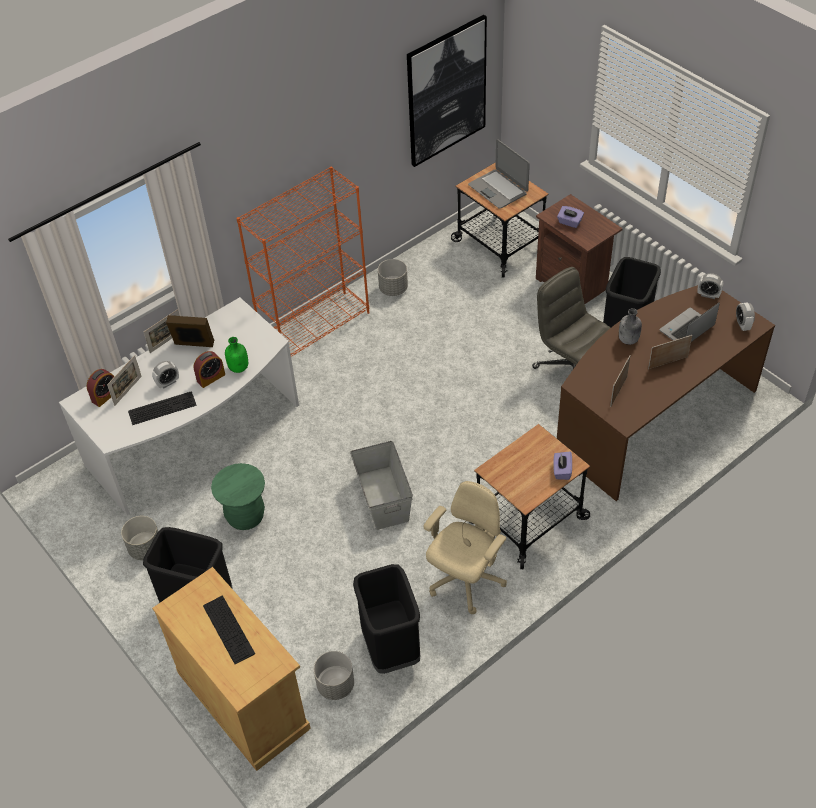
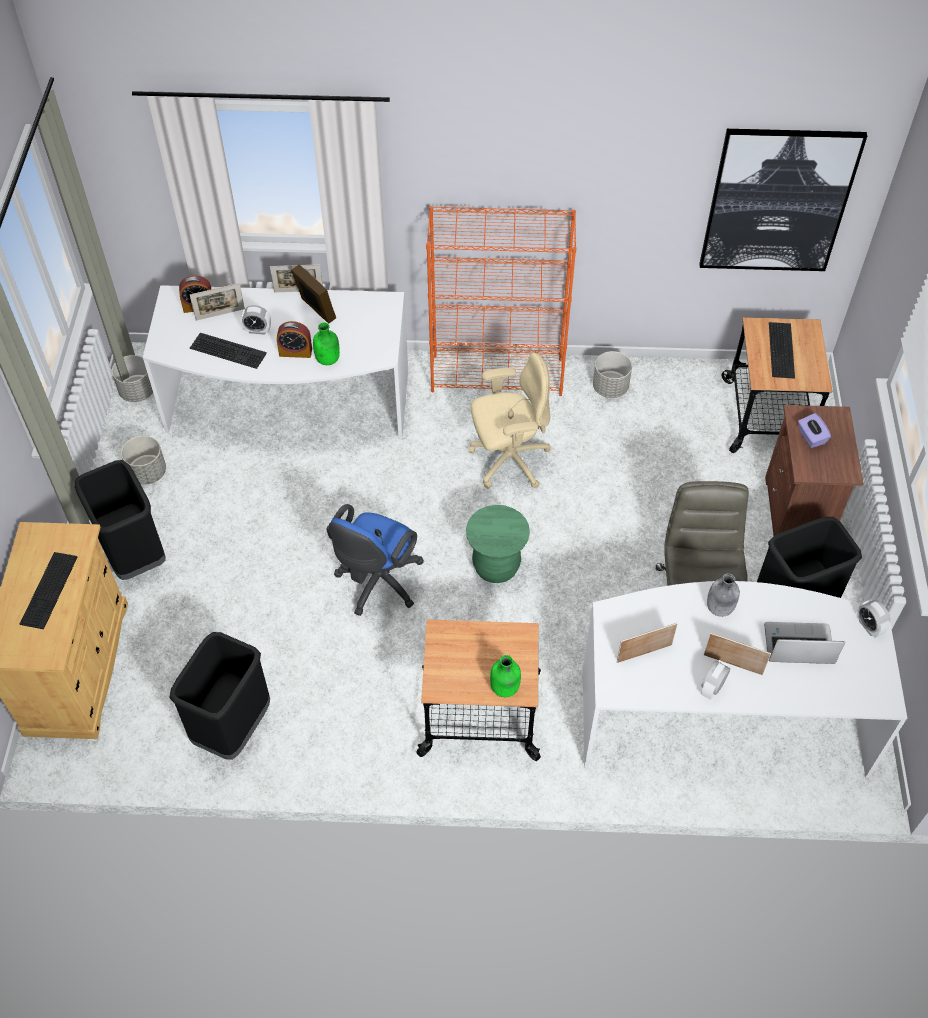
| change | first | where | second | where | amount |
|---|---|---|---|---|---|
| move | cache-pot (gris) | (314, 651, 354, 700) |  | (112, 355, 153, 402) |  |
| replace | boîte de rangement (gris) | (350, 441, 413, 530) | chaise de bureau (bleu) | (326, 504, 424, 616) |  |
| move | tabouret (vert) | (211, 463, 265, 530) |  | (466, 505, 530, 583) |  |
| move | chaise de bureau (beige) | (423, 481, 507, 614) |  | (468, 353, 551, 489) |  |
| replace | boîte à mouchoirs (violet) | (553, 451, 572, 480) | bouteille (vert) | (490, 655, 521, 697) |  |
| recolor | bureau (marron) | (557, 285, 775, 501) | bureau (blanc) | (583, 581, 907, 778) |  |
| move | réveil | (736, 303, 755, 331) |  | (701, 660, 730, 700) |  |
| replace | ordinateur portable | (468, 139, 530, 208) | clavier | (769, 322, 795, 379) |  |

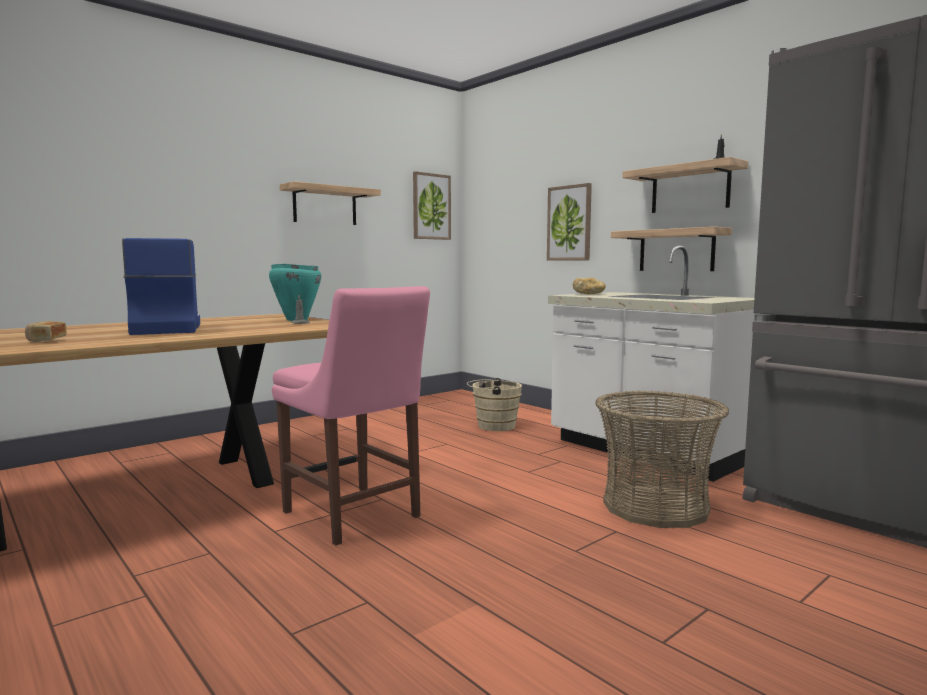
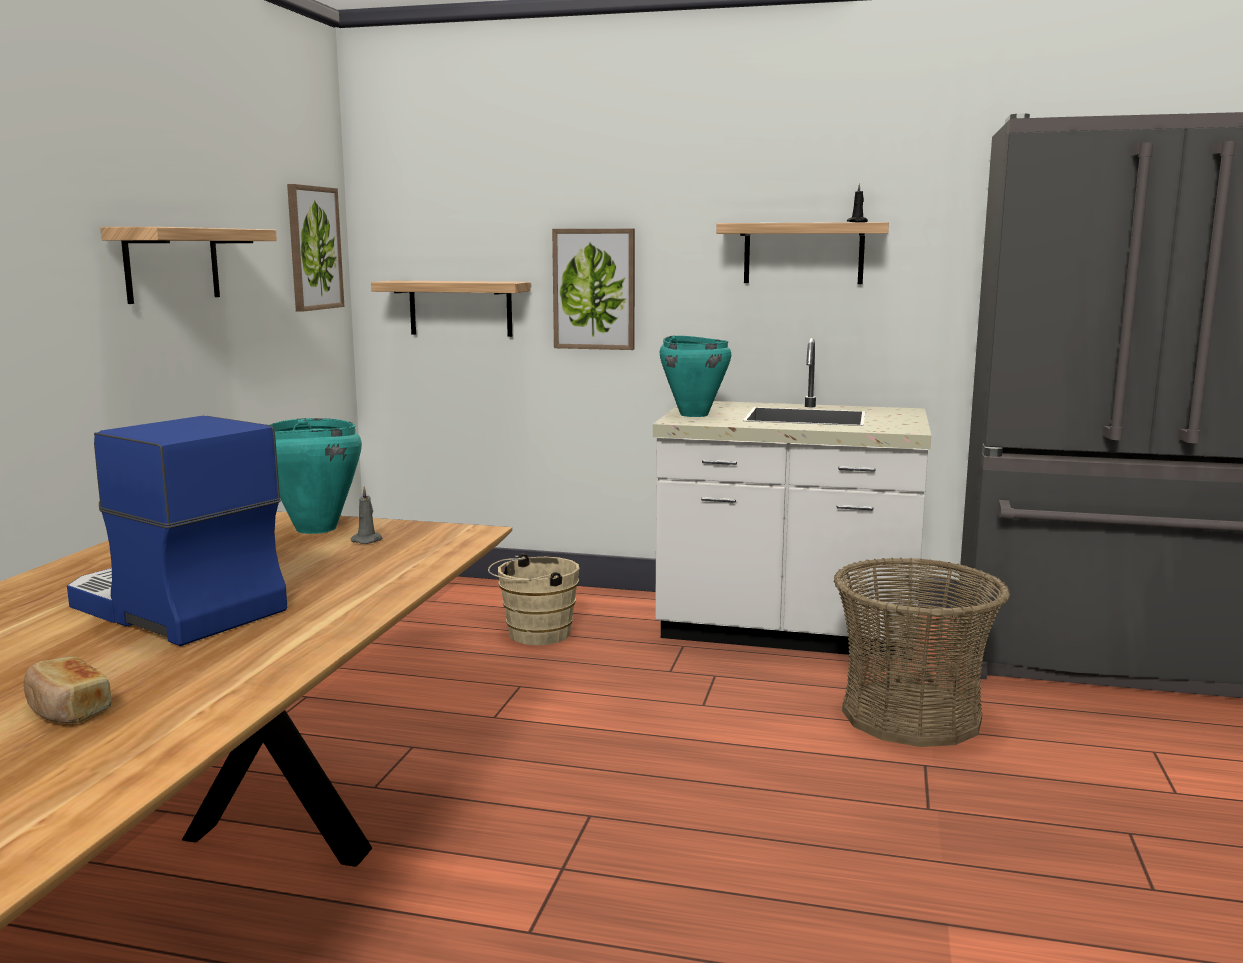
| change | first | where | second | where | amount |
|---|---|---|---|---|---|
| move | étagère | (611, 226, 732, 271) |  | (371, 281, 531, 337) |  |
| replace | pain | (573, 278, 606, 294) | marmite (turquoise) | (660, 335, 731, 417) |  |
| delete | chaise (rose) | (272, 286, 430, 545) |  |  |  |

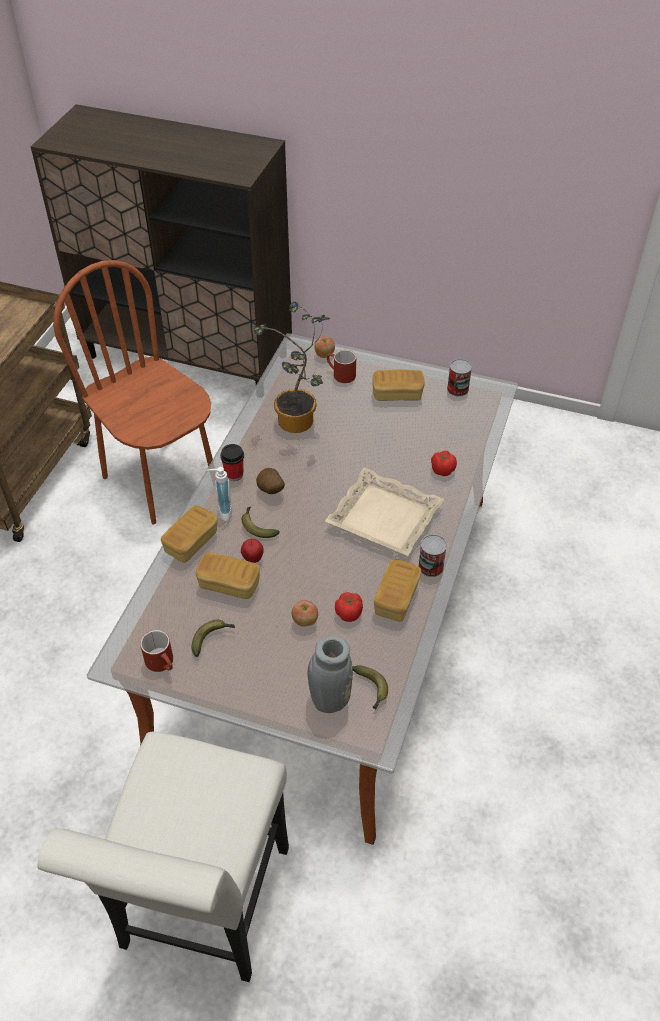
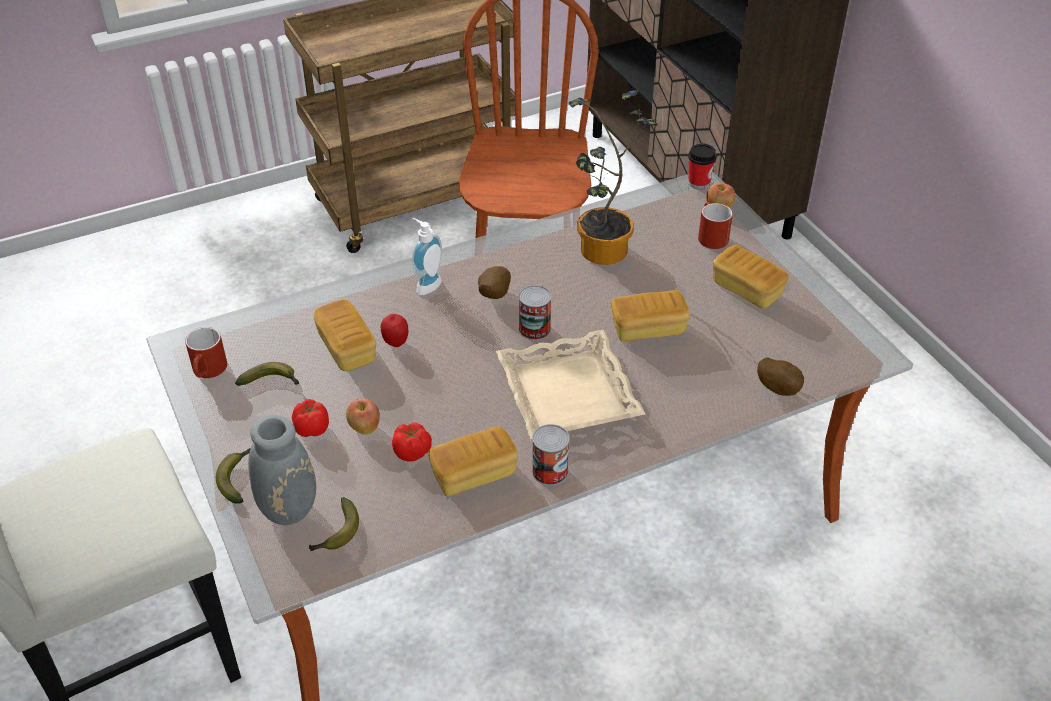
| change | first | where | second | where | amount |
|---|---|---|---|---|---|
| move | banane | (241, 507, 280, 538) |  | (216, 448, 251, 503) |  |
| move | tomate | (431, 451, 457, 476) |  | (292, 399, 329, 437) |  |
| move | boîte métallique | (447, 359, 472, 397) |  | (519, 285, 552, 340) |  |
| move | pain | (161, 505, 218, 563) |  | (611, 290, 690, 342) |  |
| move | tasse | (220, 444, 244, 481) |  | (688, 143, 717, 189) |  |
| insert |  |  | pomme de terre | (757, 357, 804, 396) |  |

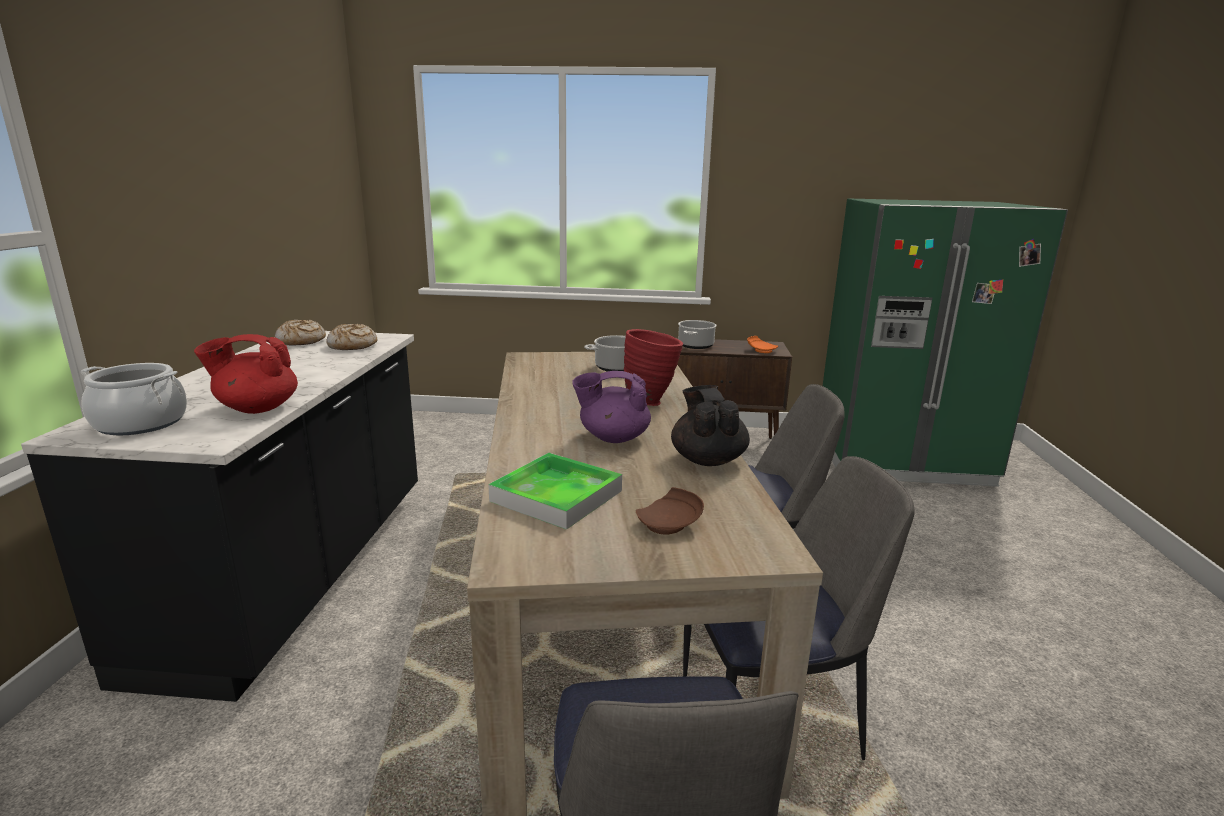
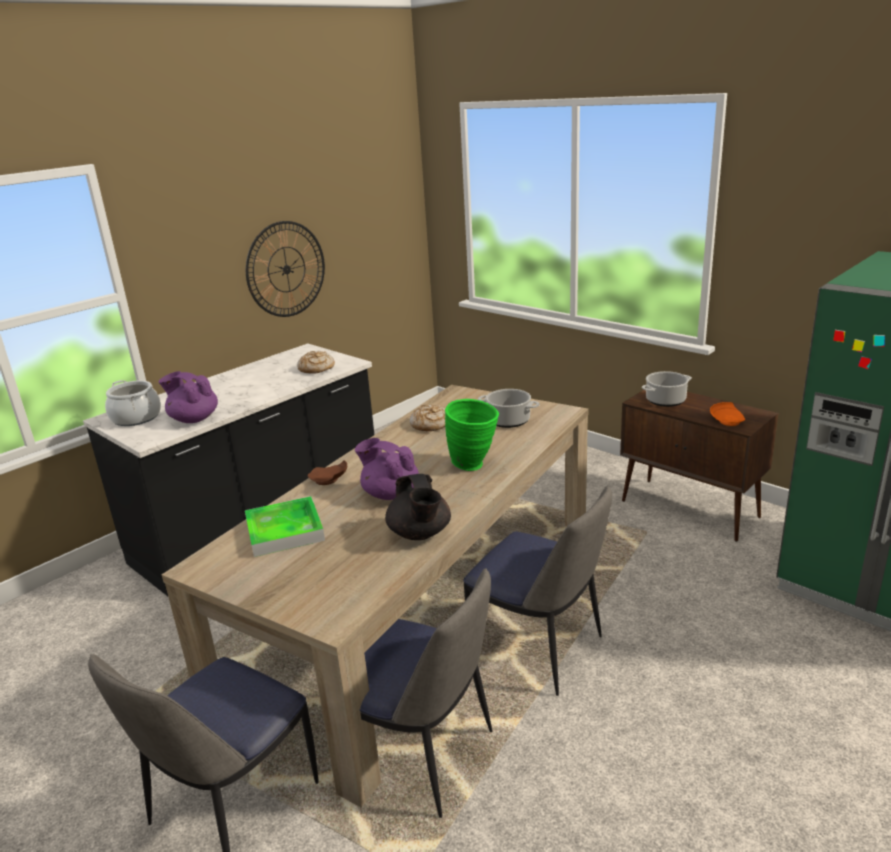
| change | first | where | second | where | amount |
|---|---|---|---|---|---|
| recolor | théière (rouge) | (194, 334, 298, 414) | théière (violet) | (159, 371, 218, 423) |  |
| insert |  |  | horloge murale | (246, 221, 325, 317) |  |
| move | assiette (marron) | (636, 487, 704, 535) |  | (308, 460, 347, 485) |  |
| rotate | théière (noir) | (671, 385, 750, 466) |  | (385, 474, 451, 540) | 135 degrees clockwise |
| move | pain | (275, 320, 326, 346) |  | (410, 405, 445, 431) |  |
| recolor | vase (rouge) | (624, 329, 683, 406) | vase (vert) | (445, 399, 499, 471) |  |

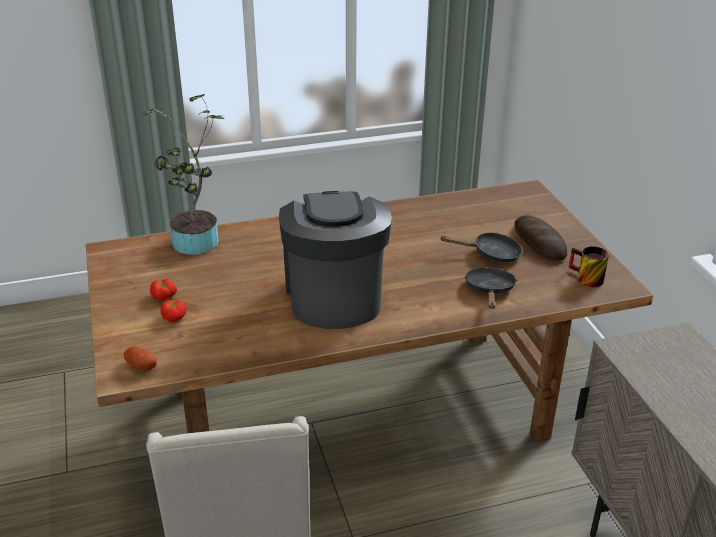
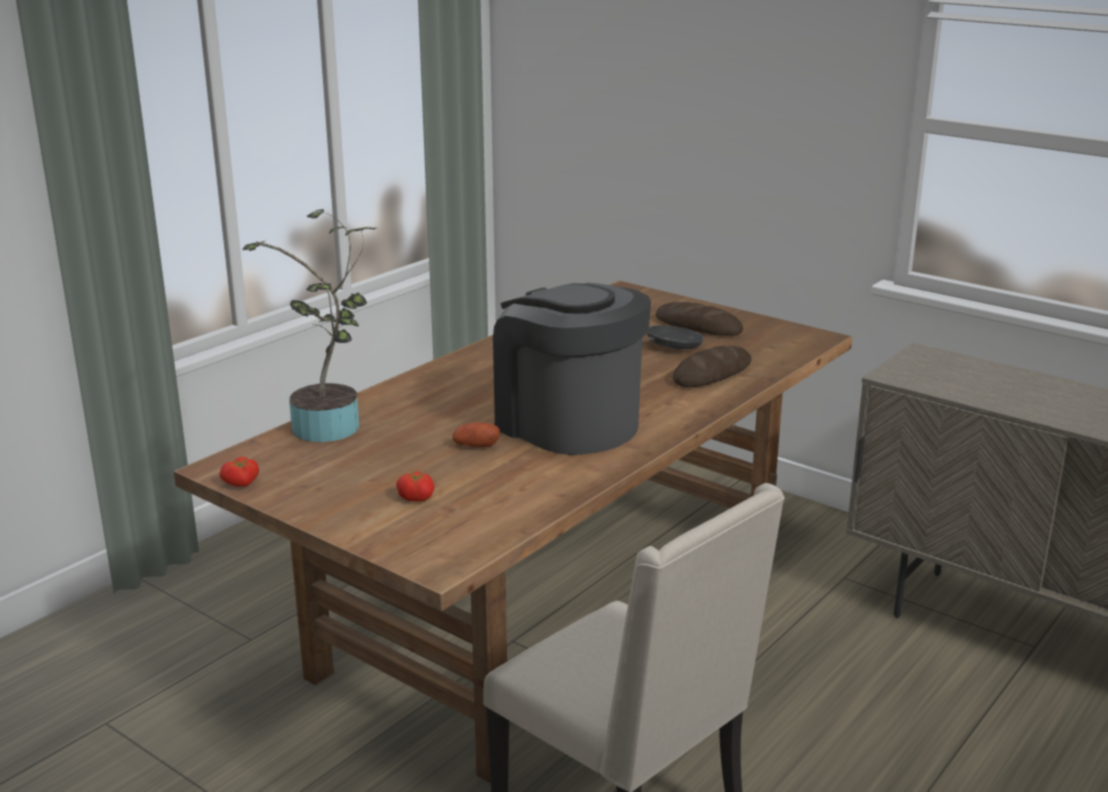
| change | first | where | second | where | amount |
|---|---|---|---|---|---|
| move | tomate | (150, 279, 177, 301) |  | (220, 457, 259, 487) |  |
| move | pomme de terre | (124, 346, 157, 371) |  | (452, 422, 500, 447) |  |
| replace | poêle (noir) | (465, 267, 517, 309) | pain | (673, 346, 752, 388) |  |
| delete | mug | (569, 246, 609, 287) |  |  |  |

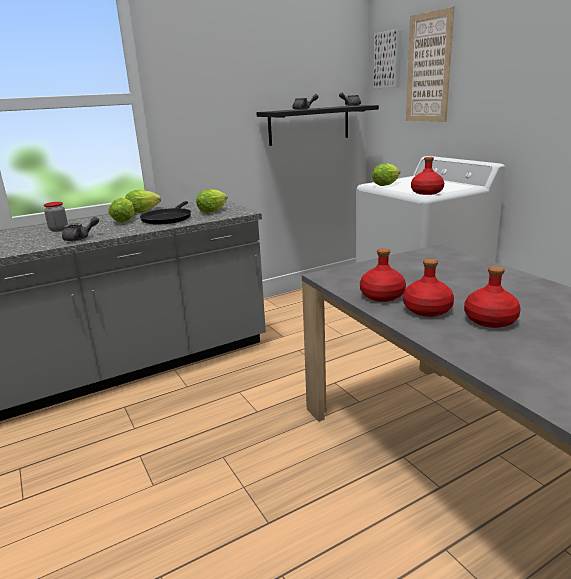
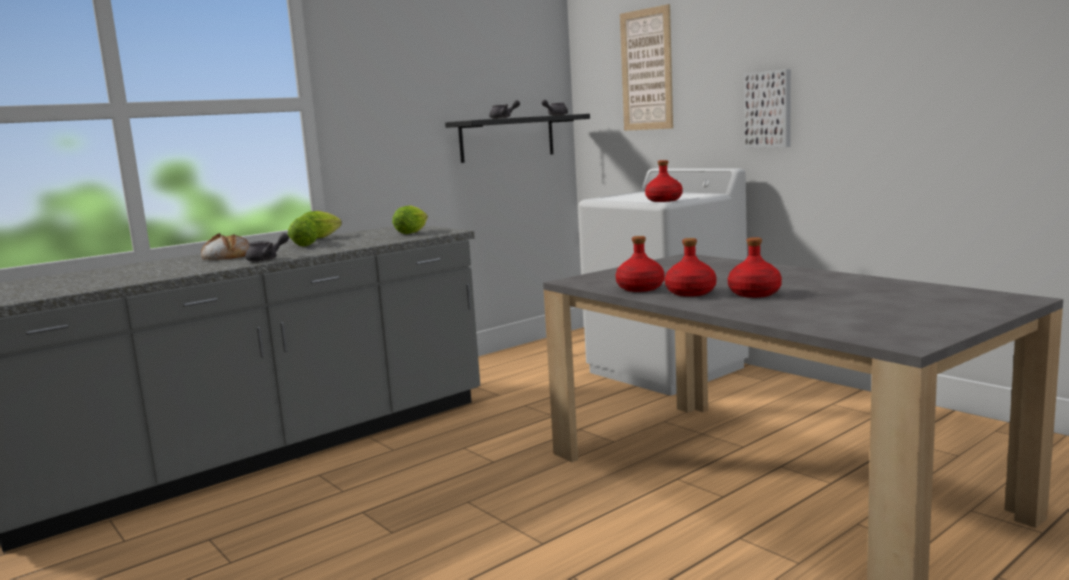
| change | first | where | second | where | amount |
|---|---|---|---|---|---|
| replace | bocal | (44, 202, 68, 232) | pain | (201, 233, 249, 260) |  |
| move | tableau | (373, 29, 401, 88) |  | (744, 69, 791, 148) |  |
| delete | poêle (noir) | (140, 201, 191, 225) |  |  |  |
| delete | laitue | (372, 163, 400, 186) |  |  |  |

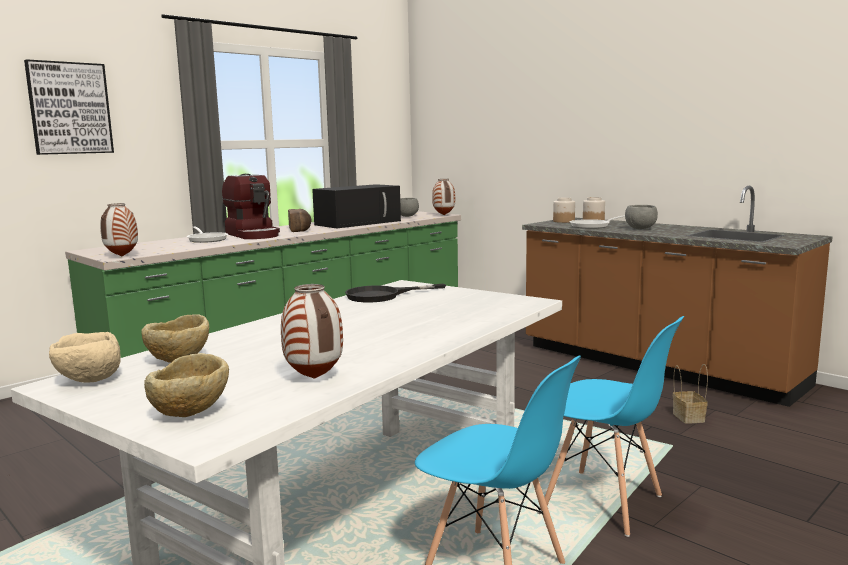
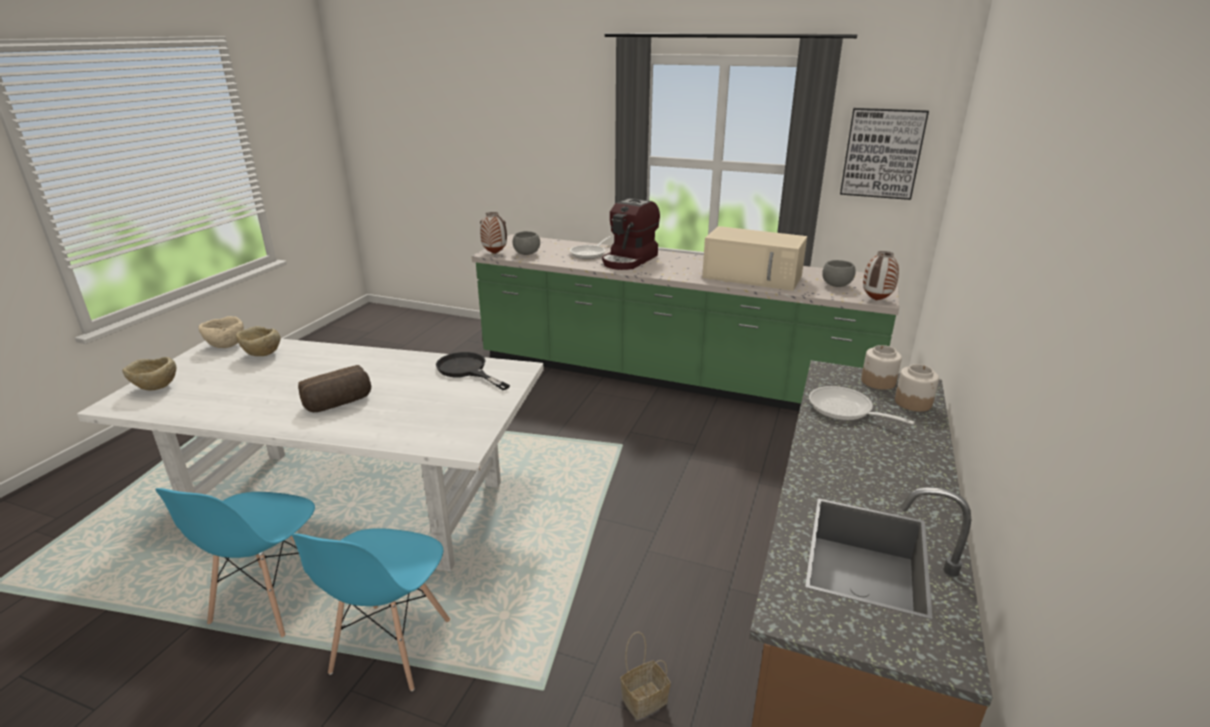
| change | first | where | second | where | amount |
|---|---|---|---|---|---|
| move | pain | (288, 209, 312, 232) |  | (298, 365, 371, 412) |  |
| move | bol (gris) | (625, 205, 658, 229) |  | (513, 231, 540, 255) |  |
| recolor | micro-ondes (noir) | (312, 184, 401, 228) | micro-ondes (beige) | (702, 226, 807, 291) |  |
| move | tableau | (24, 59, 114, 155) |  | (840, 108, 929, 200) |  |
| delete | vase | (281, 284, 343, 379) |  |  |  |

